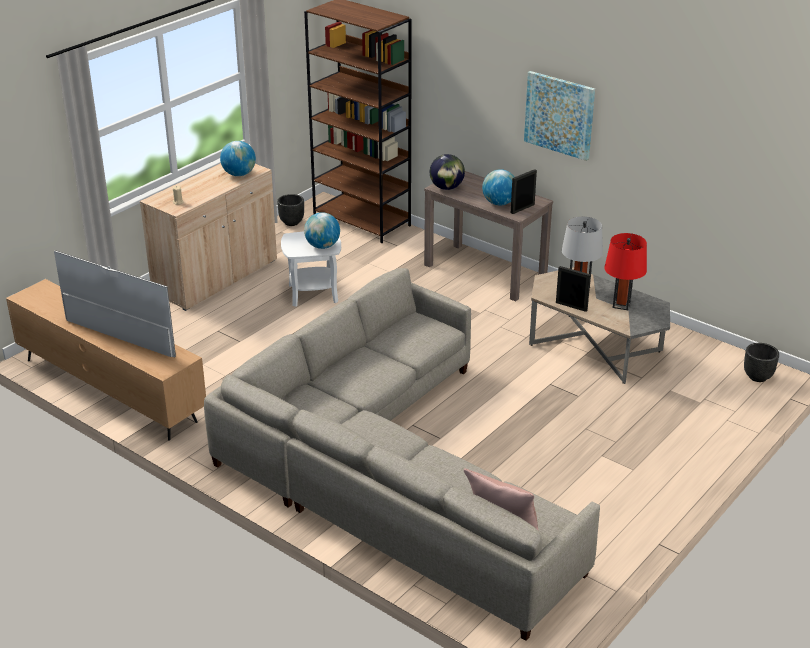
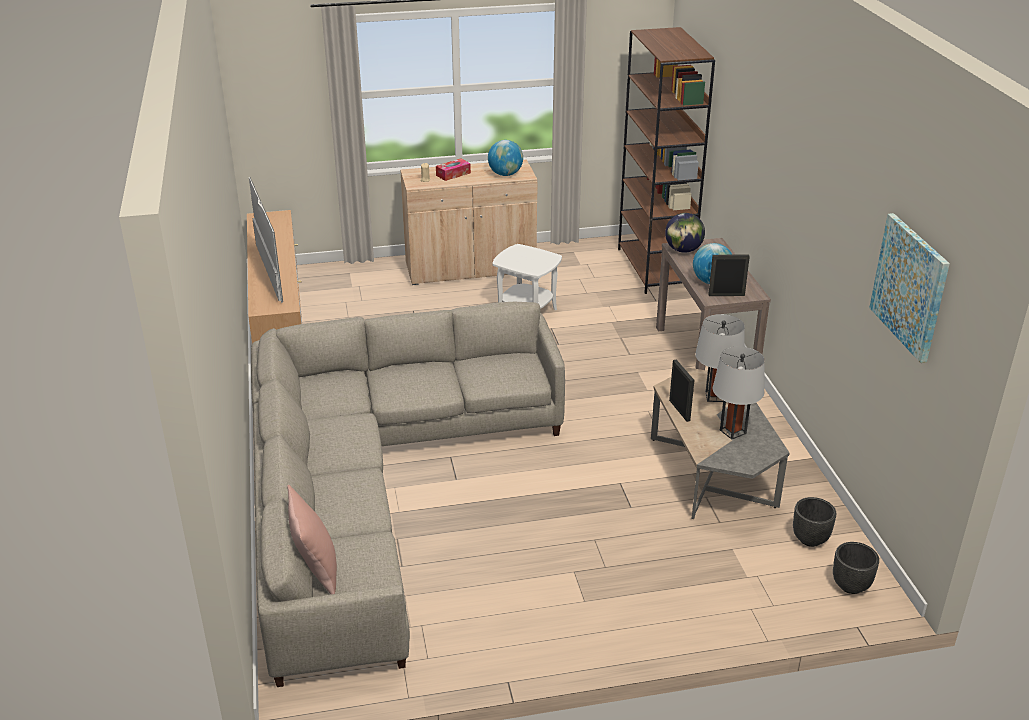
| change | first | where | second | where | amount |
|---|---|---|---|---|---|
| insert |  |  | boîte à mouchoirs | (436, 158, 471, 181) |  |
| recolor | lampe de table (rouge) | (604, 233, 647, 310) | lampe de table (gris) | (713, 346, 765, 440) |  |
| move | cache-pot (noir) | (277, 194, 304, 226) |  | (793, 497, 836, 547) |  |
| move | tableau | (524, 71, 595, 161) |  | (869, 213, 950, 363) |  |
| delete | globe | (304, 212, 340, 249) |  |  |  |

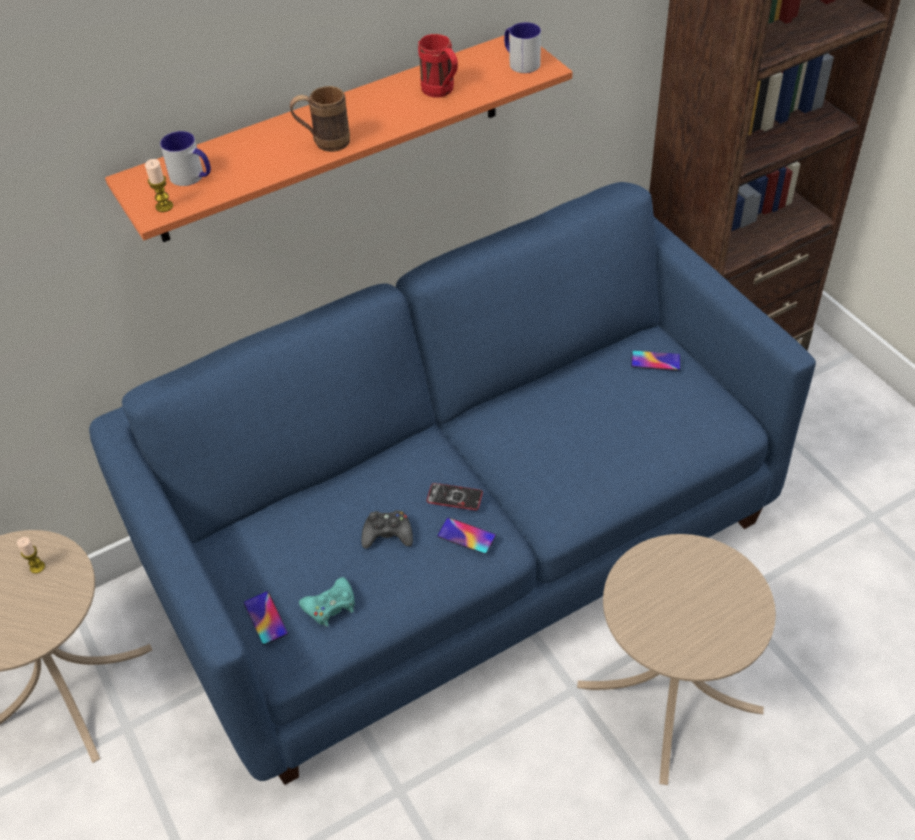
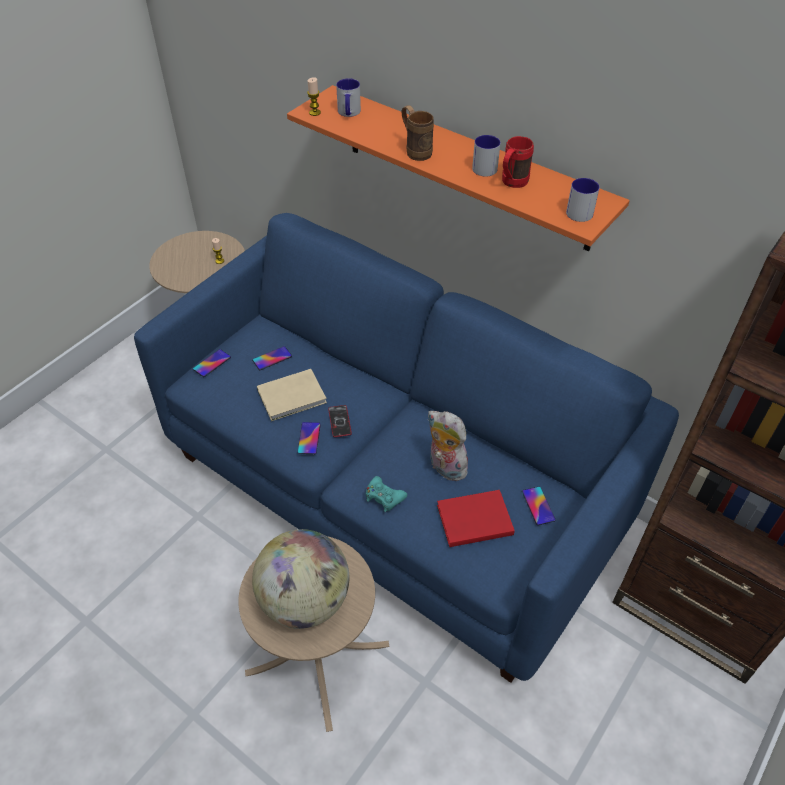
| change | first | where | second | where | amount |
|---|---|---|---|---|---|
| insert |  |  | téléphone | (252, 346, 292, 370) |  |
| insert |  |  | globe | (252, 529, 349, 629) |  |
| replace | manette (noir) | (361, 510, 413, 549) | livre (beige) | (257, 369, 327, 421) |  |
| move | manette (turquoise) | (299, 577, 355, 627) |  | (366, 476, 407, 512) |  |
| insert |  |  | peluche | (427, 411, 468, 481) |  |
| insert |  |  | livre (rouge) | (437, 490, 515, 547) |  |
| insert |  |  | mug | (472, 135, 501, 176) |  |

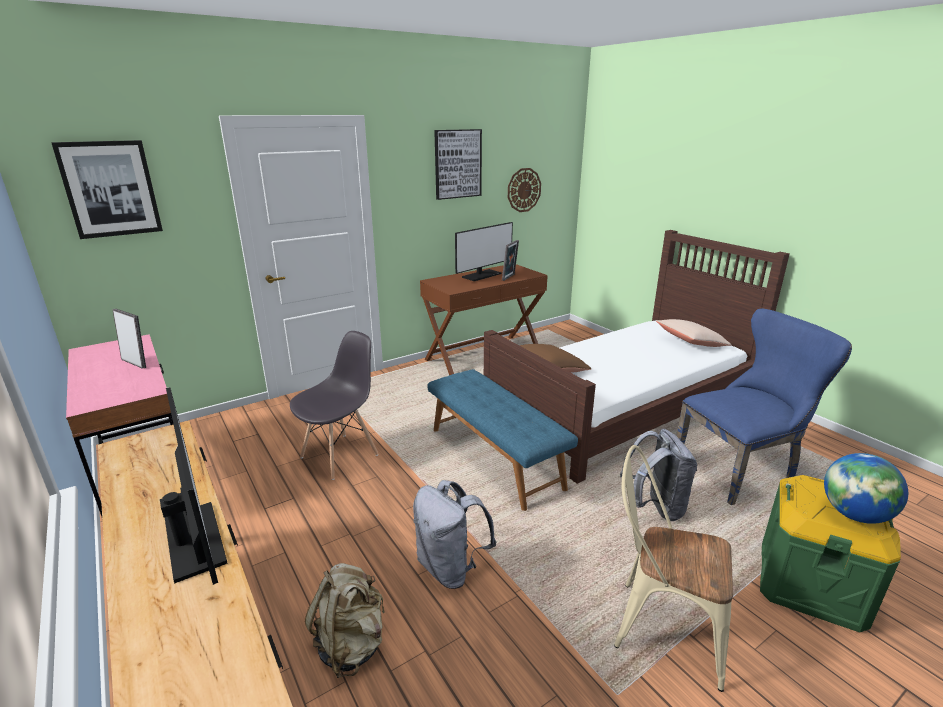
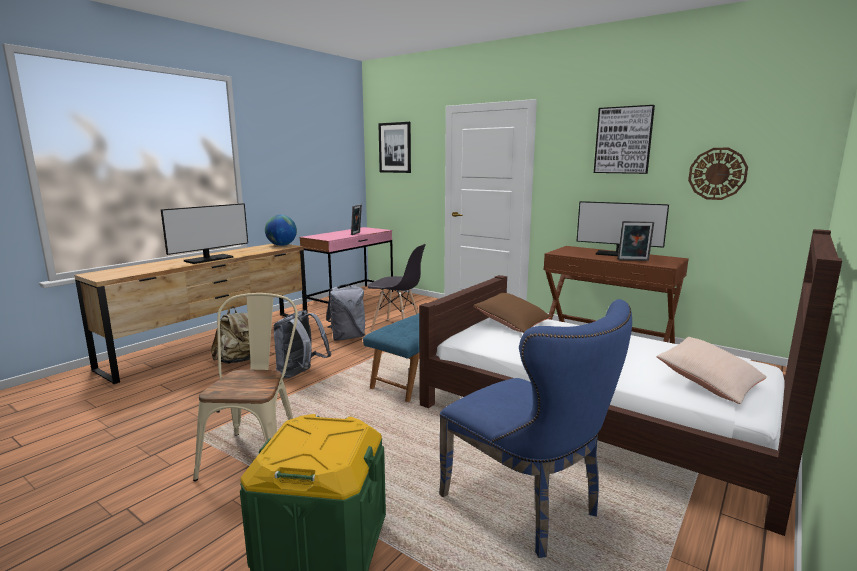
| change | first | where | second | where | amount |
|---|---|---|---|---|---|
| move | globe | (824, 453, 908, 524) |  | (265, 215, 297, 246) |  |
| move | sac à dos (gris) | (620, 429, 697, 521) |  | (326, 284, 365, 341) |  |

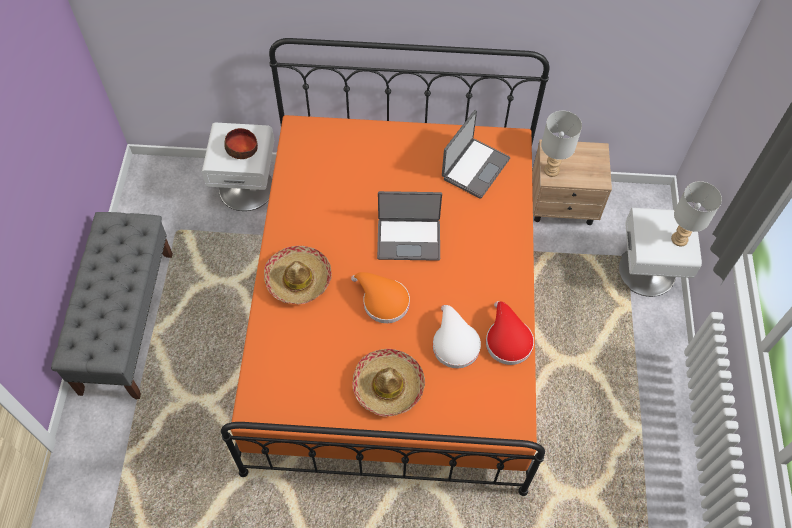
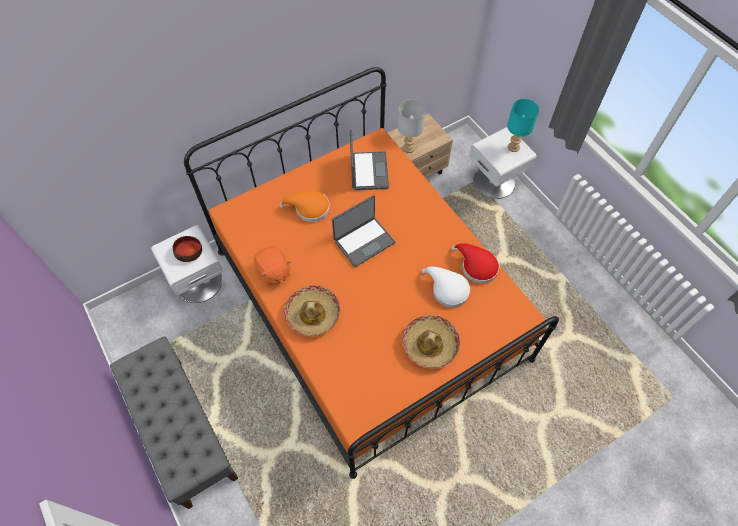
| change | first | where | second | where | amount |
|---|---|---|---|---|---|
| insert |  |  | peluche (orange) | (254, 246, 291, 285) |  |
| move | chapeau (orange) | (351, 272, 410, 323) |  | (279, 190, 330, 222) |  |
| recolor | lampe de table (gris) | (671, 181, 722, 246) | lampe de table (turquoise) | (507, 99, 539, 152) |  |

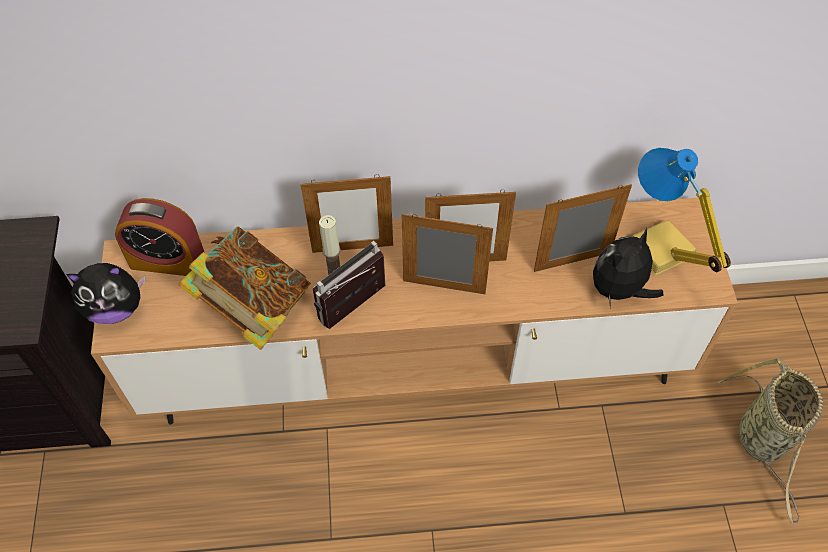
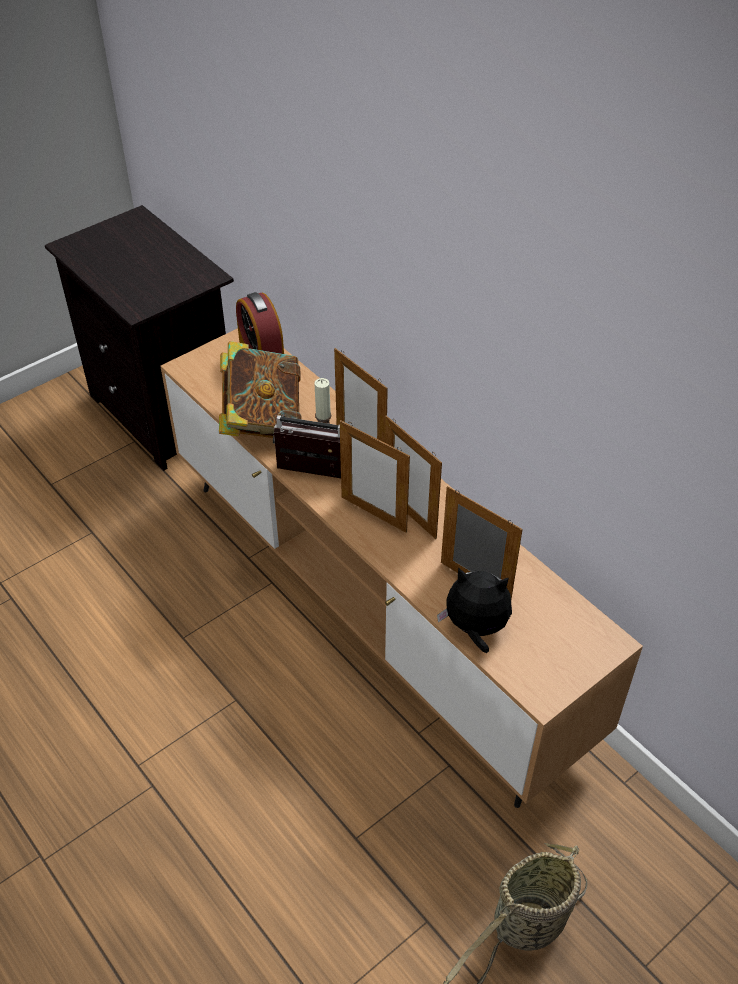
| change | first | where | second | where | amount |
|---|---|---|---|---|---|
| rotate | cadre photo | (402, 214, 493, 294) |  | (340, 420, 410, 533) | 150 degrees clockwise |
| delete | peluche | (66, 263, 146, 324) |  |  |  |
| delete | lampe de table | (632, 148, 731, 275) |  |  |  |

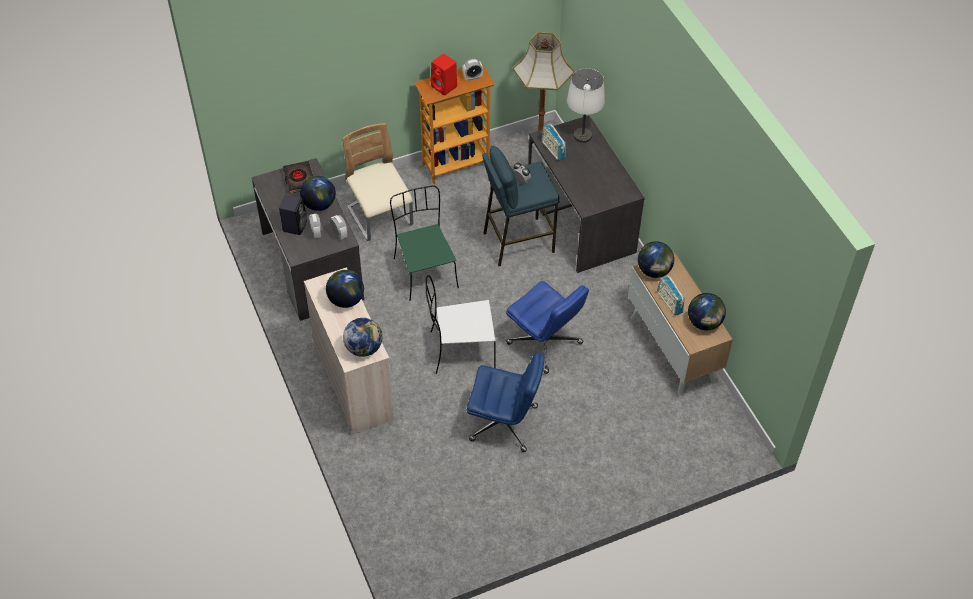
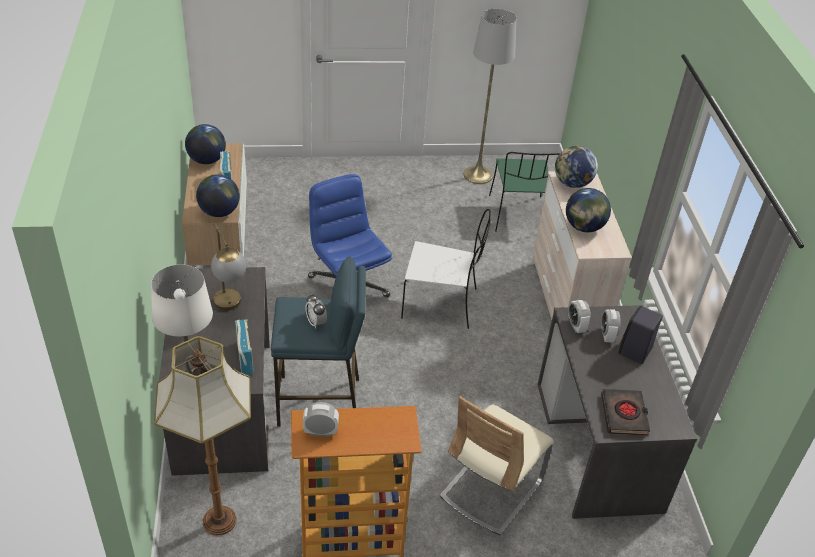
| change | first | where | second | where | amount |
|---|---|---|---|---|---|
| insert |  |  | lampe de table | (211, 224, 246, 311) |  |
| rotate | chaise (beige) | (342, 123, 413, 241) |  | (440, 396, 554, 535) | 45 degrees clockwise |
| insert |  |  | lampadaire (gris) | (464, 9, 517, 184) |  |
| move | chaise (vert) | (390, 186, 459, 301) |  | (489, 152, 560, 232) |  |
| delete | globe | (300, 175, 336, 211) |  |  |  |
| delete | enceinte (rouge) | (430, 54, 457, 95) |  |  |  |
| delete | chaise de bureau (bleu) | (467, 352, 545, 452) |  |  |  |

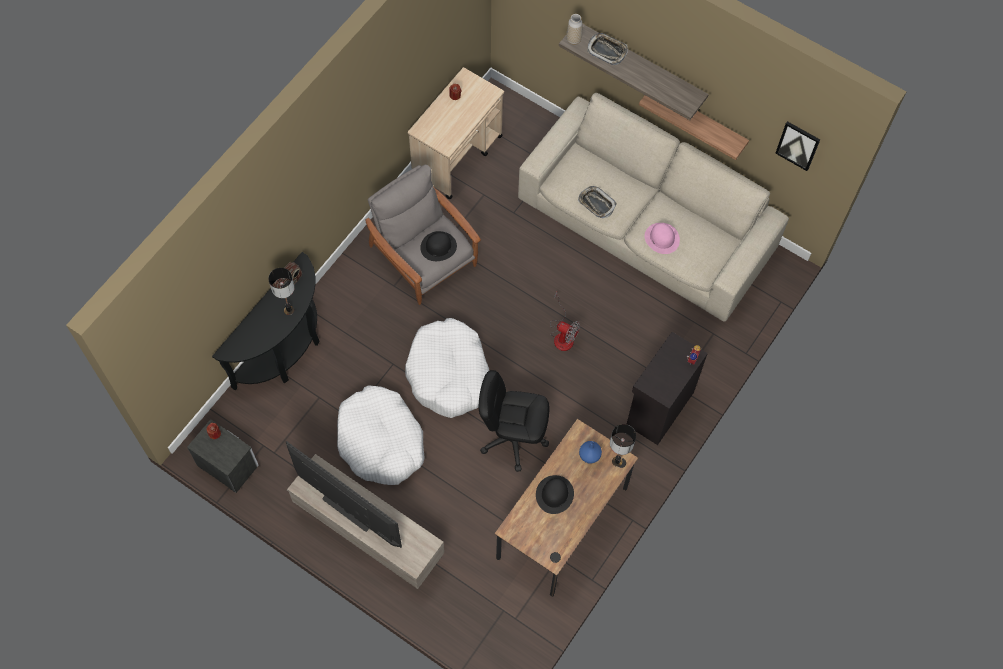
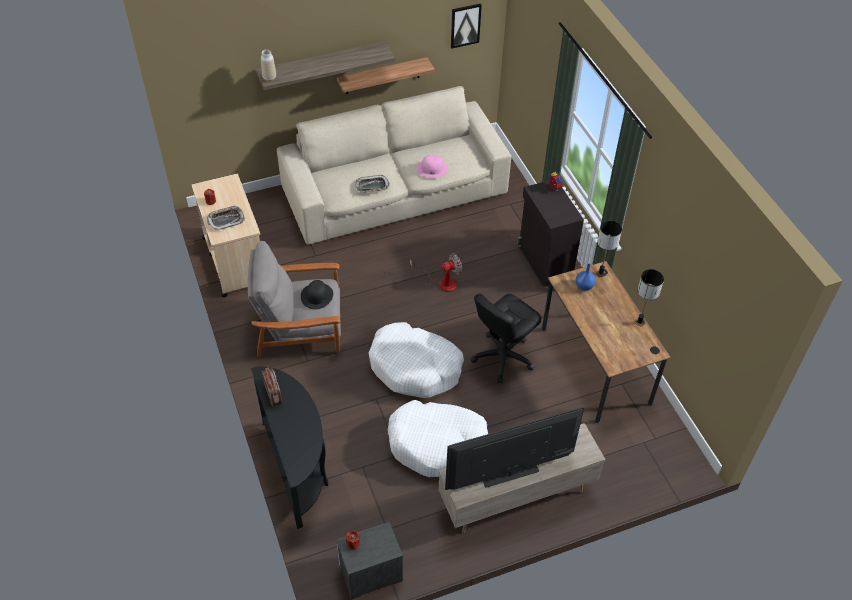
| change | first | where | second | where | amount |
|---|---|---|---|---|---|
| move | plateau | (587, 33, 628, 65) |  | (207, 205, 245, 230) |  |
| move | lampe de table | (268, 268, 295, 315) |  | (635, 269, 664, 326) |  |
| delete | chapeau (noir) | (536, 475, 574, 514) |  |  |  |

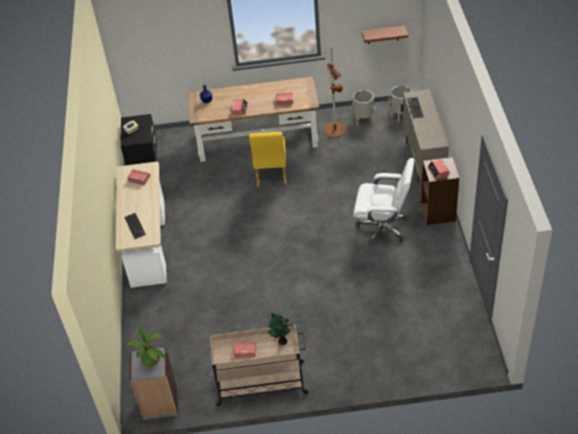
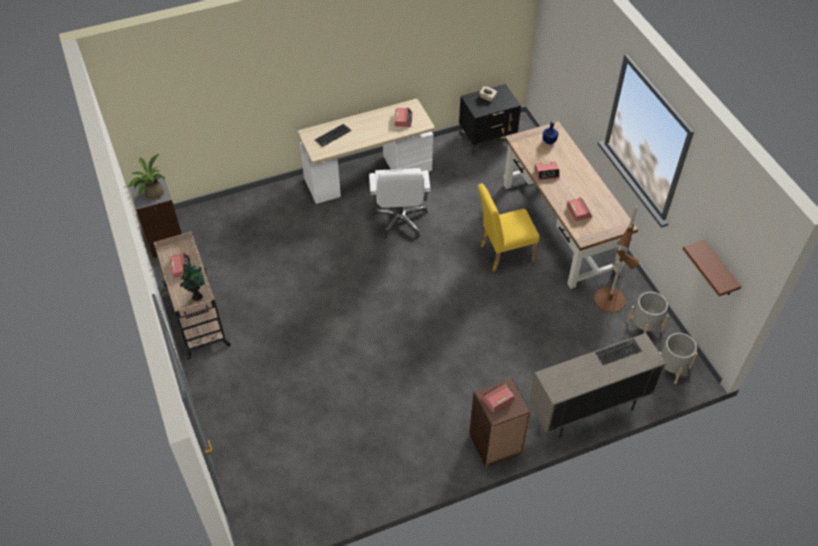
| change | first | where | second | where | amount |
|---|---|---|---|---|---|
| move | chaise de bureau (blanc) | (353, 158, 414, 246) |  | (369, 168, 430, 239) |  |

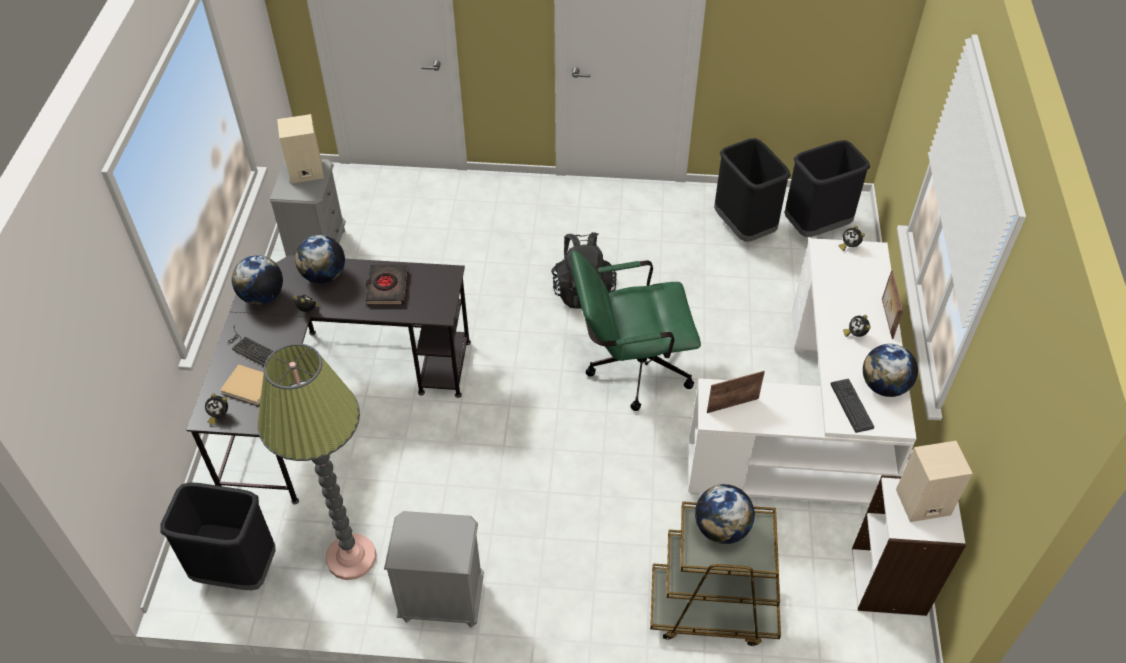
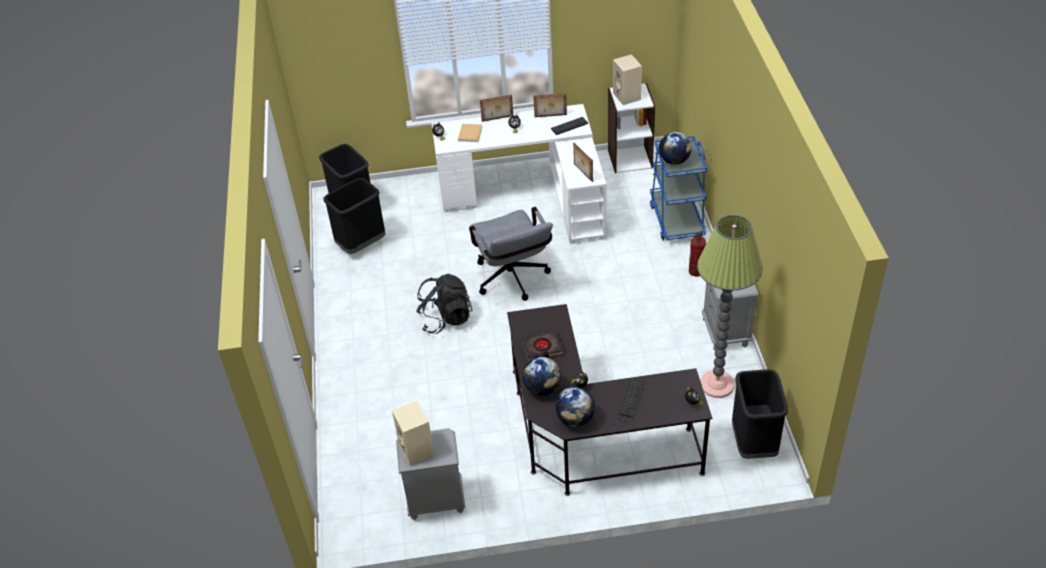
| change | first | where | second | where | amount |
|---|---|---|---|---|---|
| move | livre (beige) | (220, 364, 264, 405) |  | (458, 124, 482, 142) |  |
| recolor | chaise de bureau (vert) | (571, 250, 701, 411) | chaise de bureau (gris) | (469, 207, 553, 301) |  |
| replace | globe | (863, 344, 918, 397) | cadre photo | (533, 93, 567, 117) |  |
| recolor | chariot (marron) | (650, 501, 781, 646) | chariot (bleu) | (650, 136, 707, 241) |  |
| insert |  |  | extincteur | (689, 231, 706, 277) |  |

